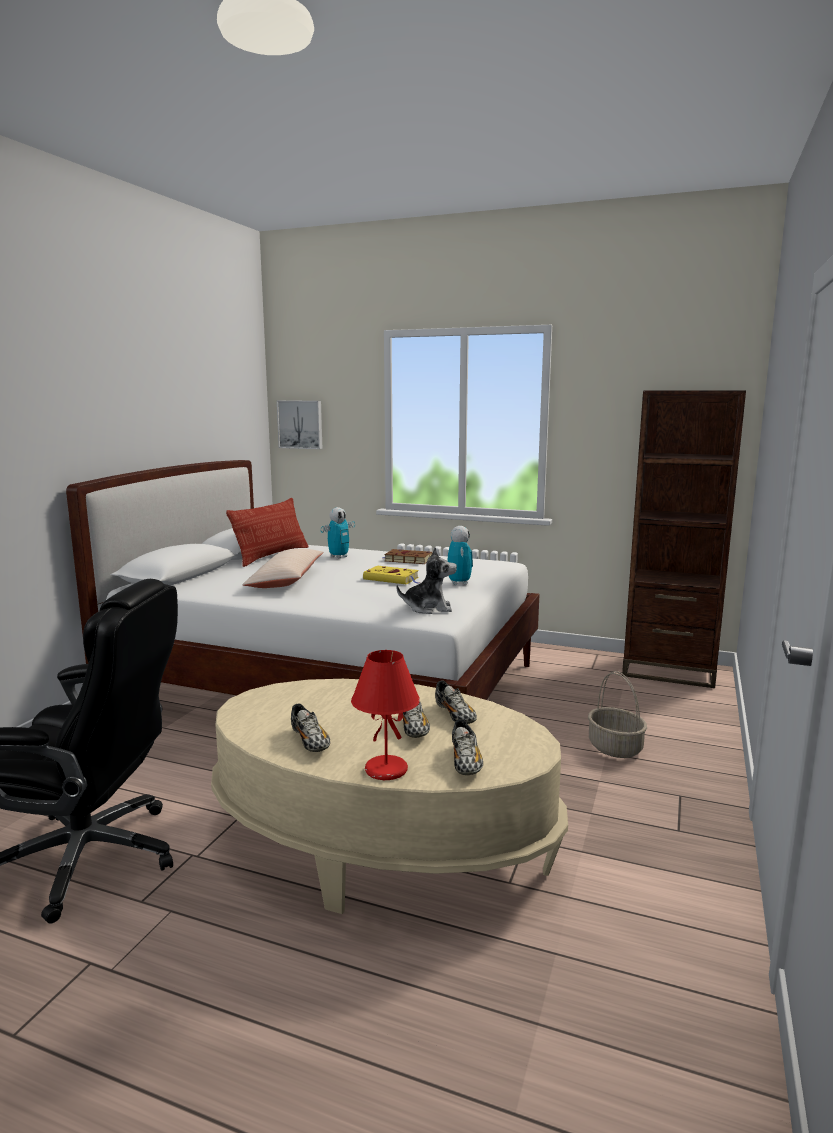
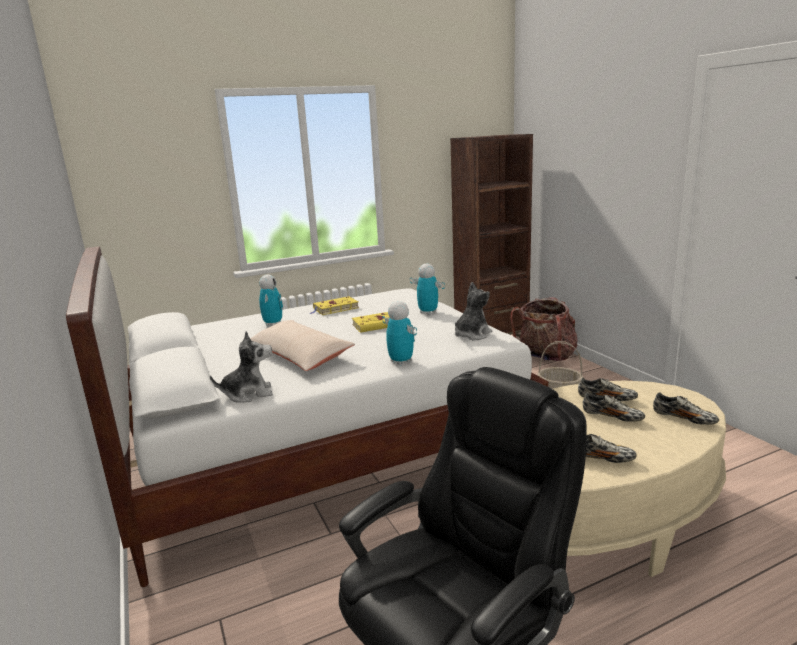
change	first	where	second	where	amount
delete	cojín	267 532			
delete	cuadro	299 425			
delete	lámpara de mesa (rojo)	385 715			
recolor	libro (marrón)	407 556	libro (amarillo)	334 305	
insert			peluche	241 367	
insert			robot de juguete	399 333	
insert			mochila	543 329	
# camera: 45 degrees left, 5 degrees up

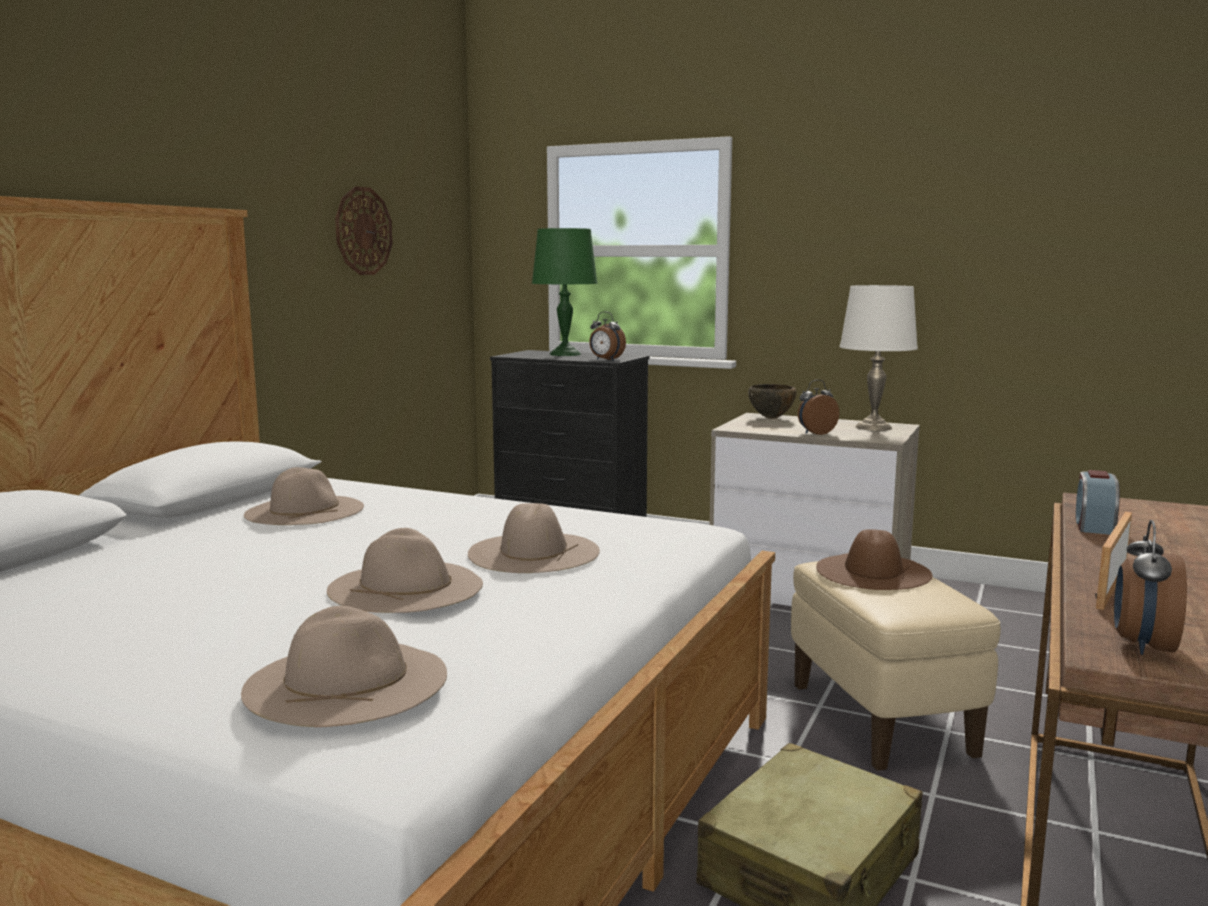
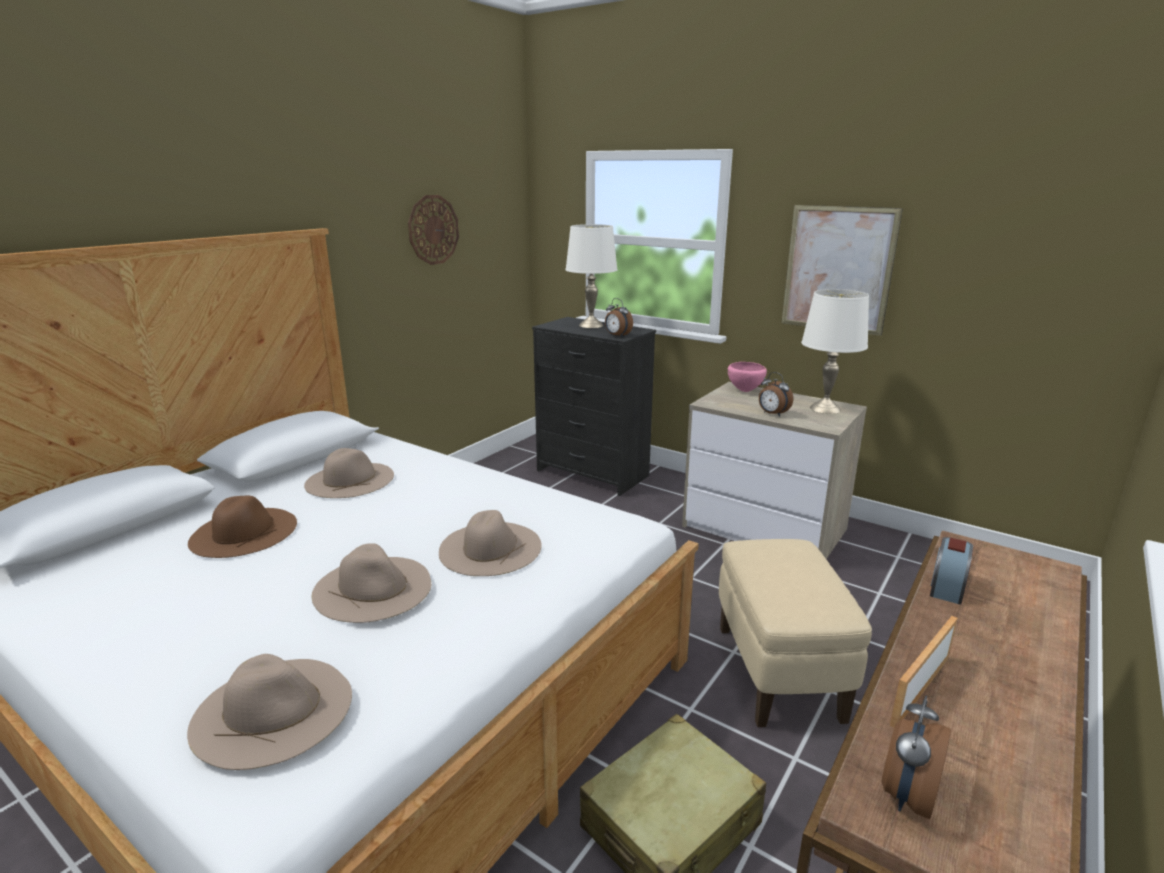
change	first	where	second	where	amount
recolor	lámpara de mesa (verde)	565 292	lámpara de mesa (blanco)	591 276	
recolor	cuenco (marrón)	772 401	cuenco (rosa)	747 377	
rotate	despertador	818 407		776 394	120 degrees counterclockwise
move	sombrero (marrón)	874 559		242 527	
insert			cuadro	842 270	
# camera: 10 degrees right, 10 degrees up

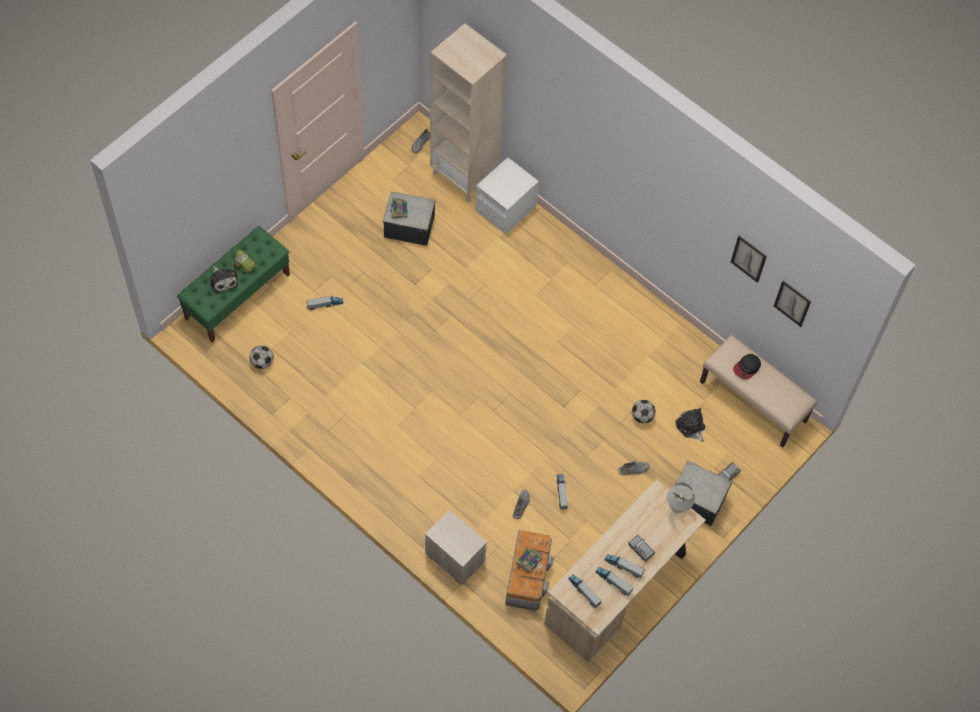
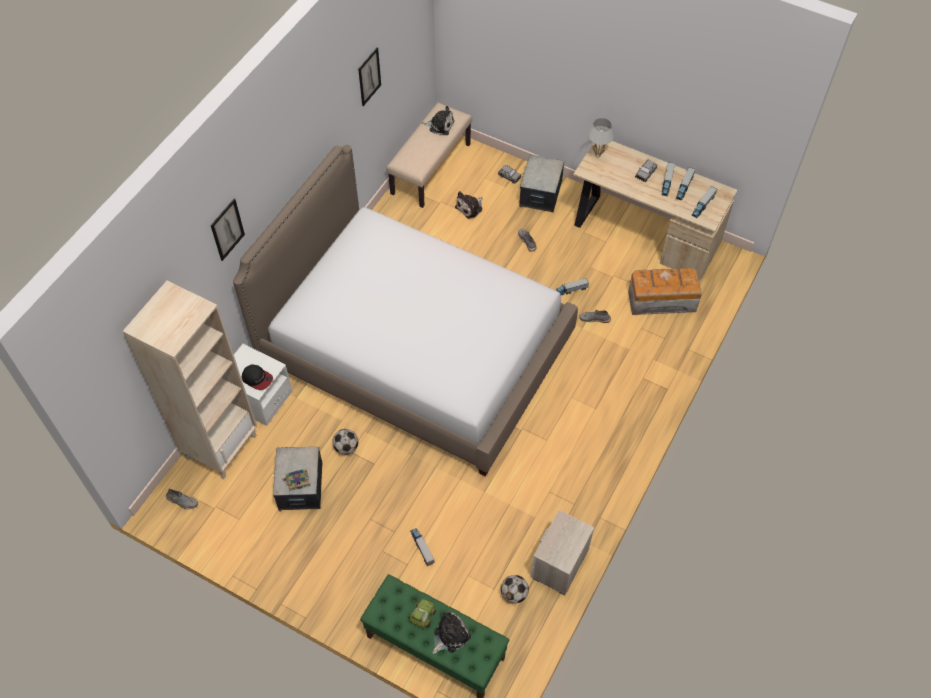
change	first	where	second	where	amount
move	mesita de noche	456 547		562 552	
delete	libro	529 561			
move	balón de fútbol	644 411		345 442	
move	gorra	747 367		257 377	
move	cuadro	792 304		228 230	
insert			cama	405 310	
insert			peluche	438 120	
# camera: 100 degrees left, 5 degrees down

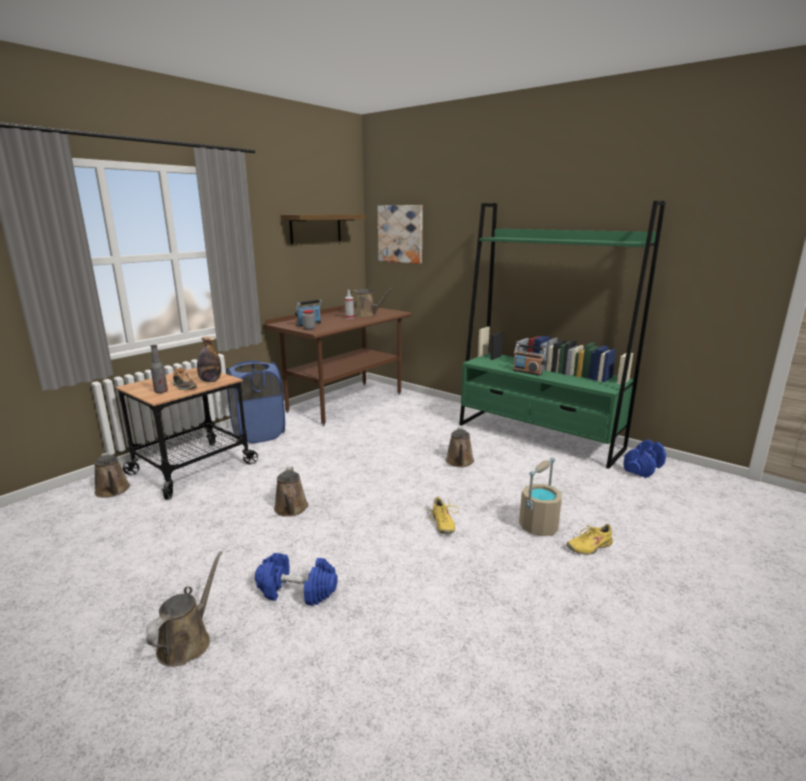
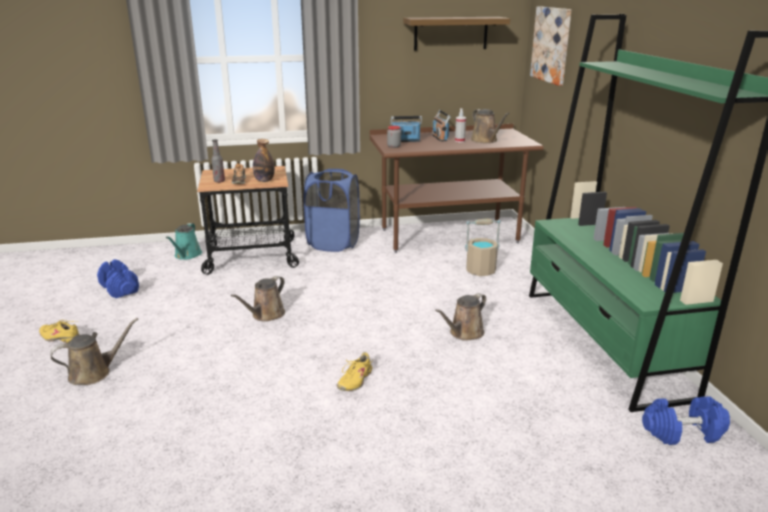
change	first	where	second	where	amount
recolor	regadera (marrón)	112 475	regadera (turquesa)	184 241	
move	mancuerna (azul)	296 579		118 278	
move	radio	530 360		441 125	
move	cubo (beis)	540 496		483 247	
move	zapato (amarillo)	591 539		59 331	
# camera: 40 degrees right, 5 degrees up

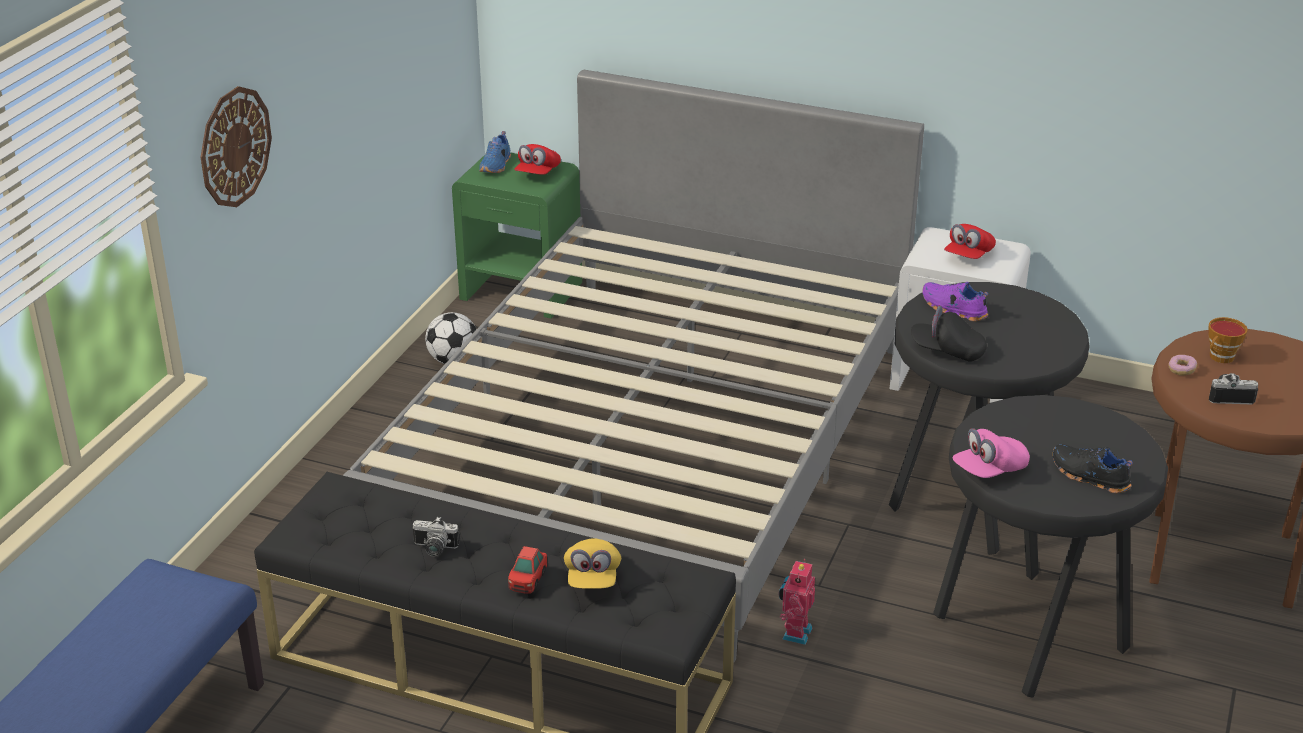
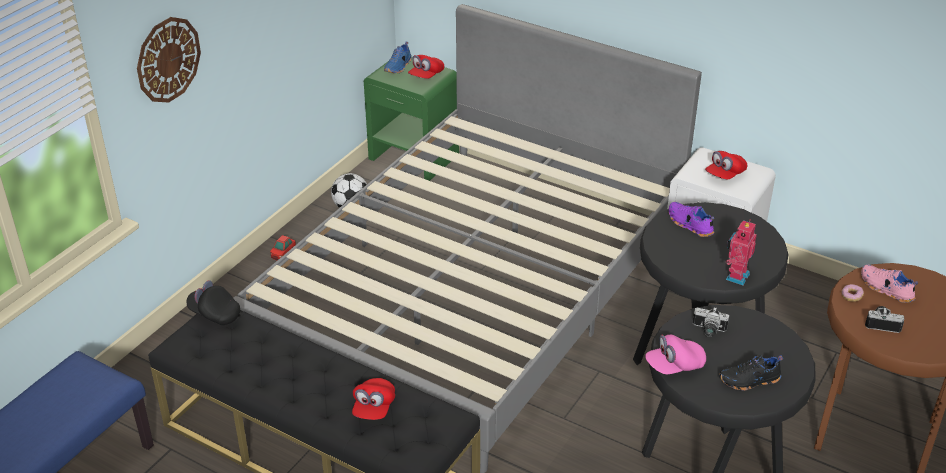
change	first	where	second	where	amount
move	cámara	436 537		711 322	
move	coche de juguete	527 570		283 247	
recolor	gorra (amarillo)	592 563	gorra (rojo)	373 399	
move	robot de juguete	797 602		741 252	
move	gorra (negro)	949 333		213 302	
rotate	zapato (negro)	1093 468		751 373	60 degrees counterclockwise
replace	taza	1228 340	zapato (rosa)	889 284	
# camera: 10 degrees right, 5 degrees up

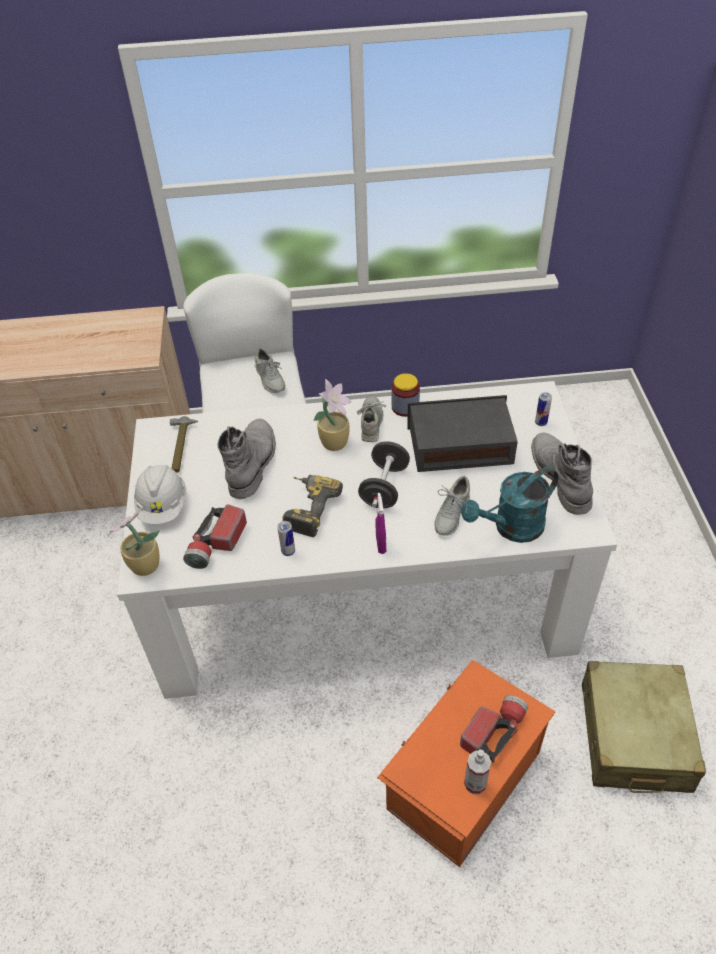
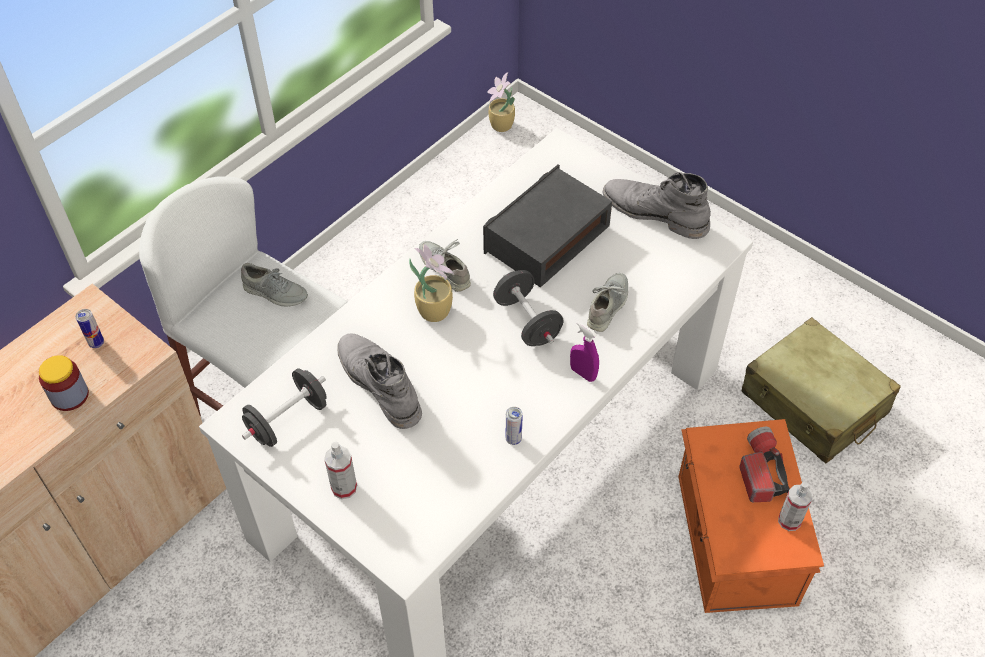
change	first	where	second	where	amount
move	planta en maceta	133 541		501 102	
replace	casco (blanco)	160 494	pulverizador	340 470	
replace	martillo	184 444	mancuerna (negro)	284 407	
delete	linterna	215 537			
delete	taladro	313 506			
move	tarro	406 395		64 383	
rotate	zapato (gris)	452 506		607 302	135 degrees counterclockwise
delete	regadera (turquesa)	509 505			
move	lata	543 409		90 328	
# camera: 45 degrees left, 5 degrees up

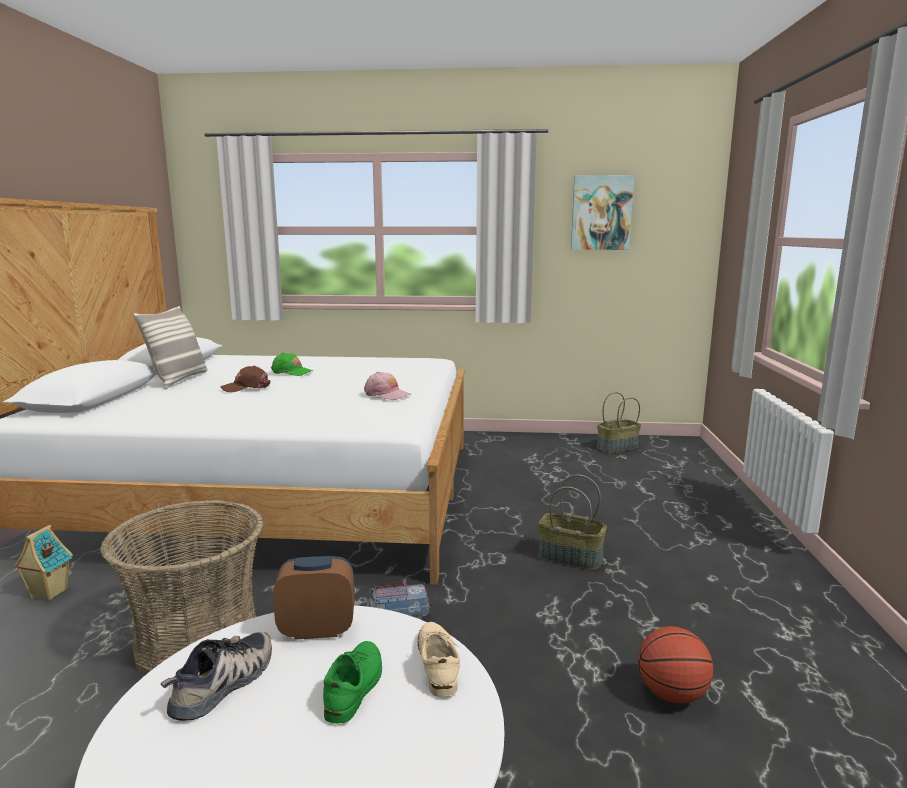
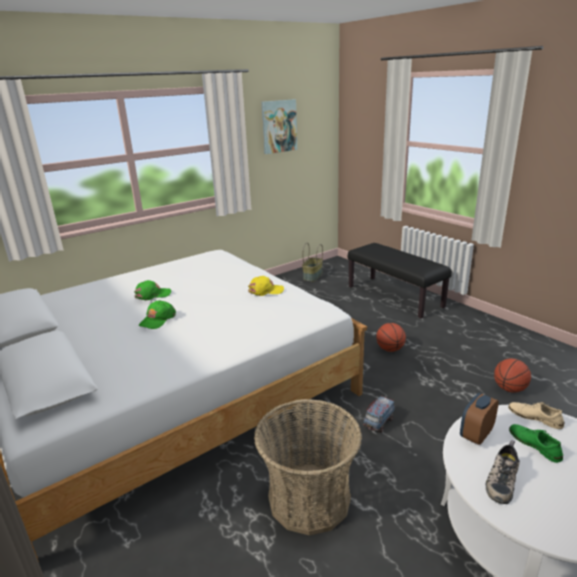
change	first	where	second	where	amount
delete	casita	43 563			
delete	cojín	170 347			
rotate	zapato	216 676		503 472	135 degrees counterclockwise
recolor	gorra (marrón)	246 379	gorra (verde)	157 314	
recolor	gorra (rosa)	387 386	gorra (amarillo)	266 286	
replace	cesta	572 522	balón de baloncesto	391 337	
insert			banco (negro)	400 281	
# camera: 40 degrees left, 10 degrees up

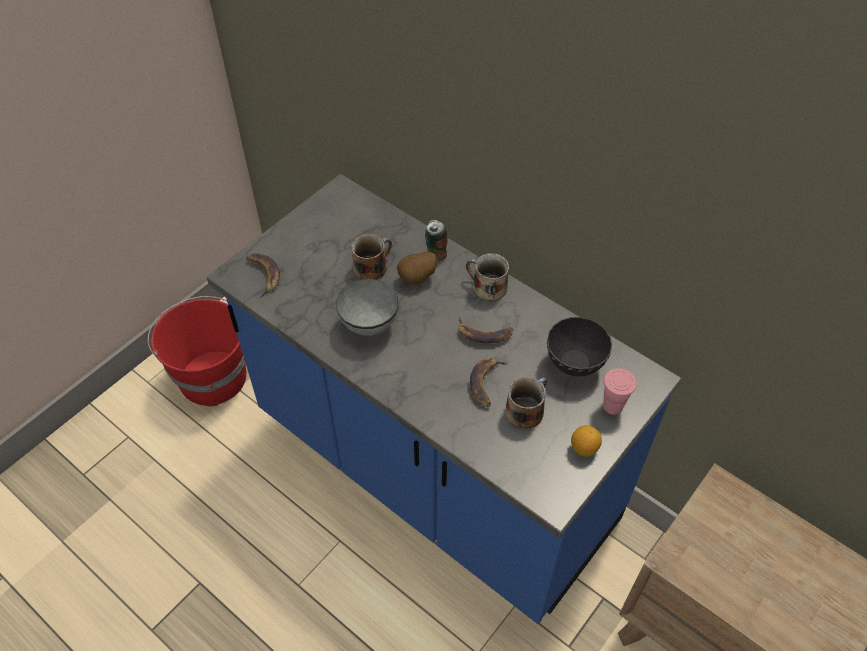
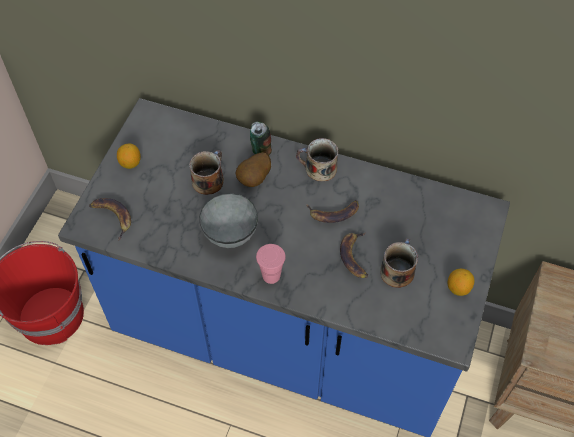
change	first	where	second	where	amount
delete	cuenco (negro)	579 347			
move	taza (rosa)	620 391		271 264	
insert			limón	129 156	
# camera: 20 degrees left, 5 degrees up

